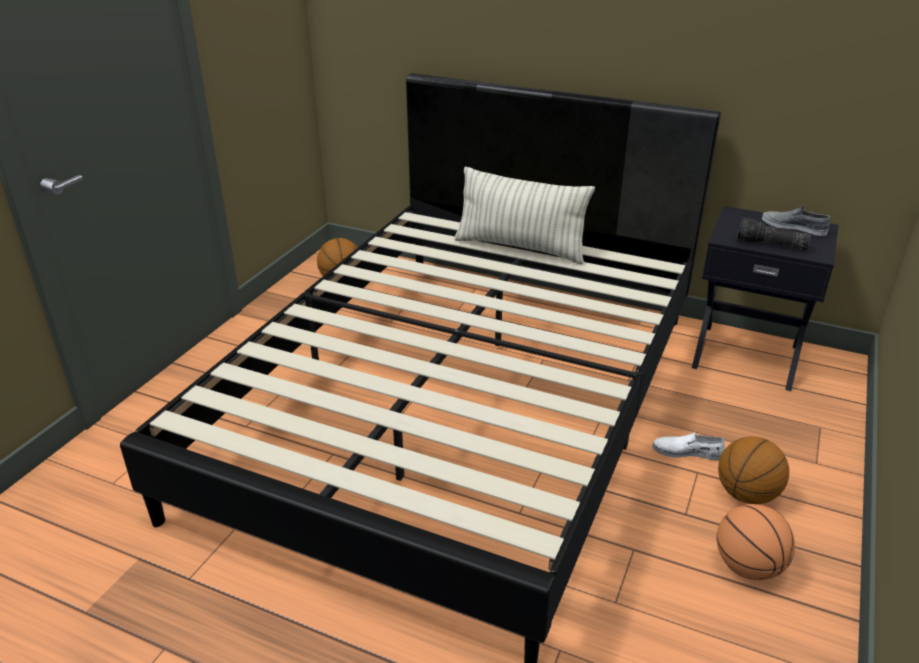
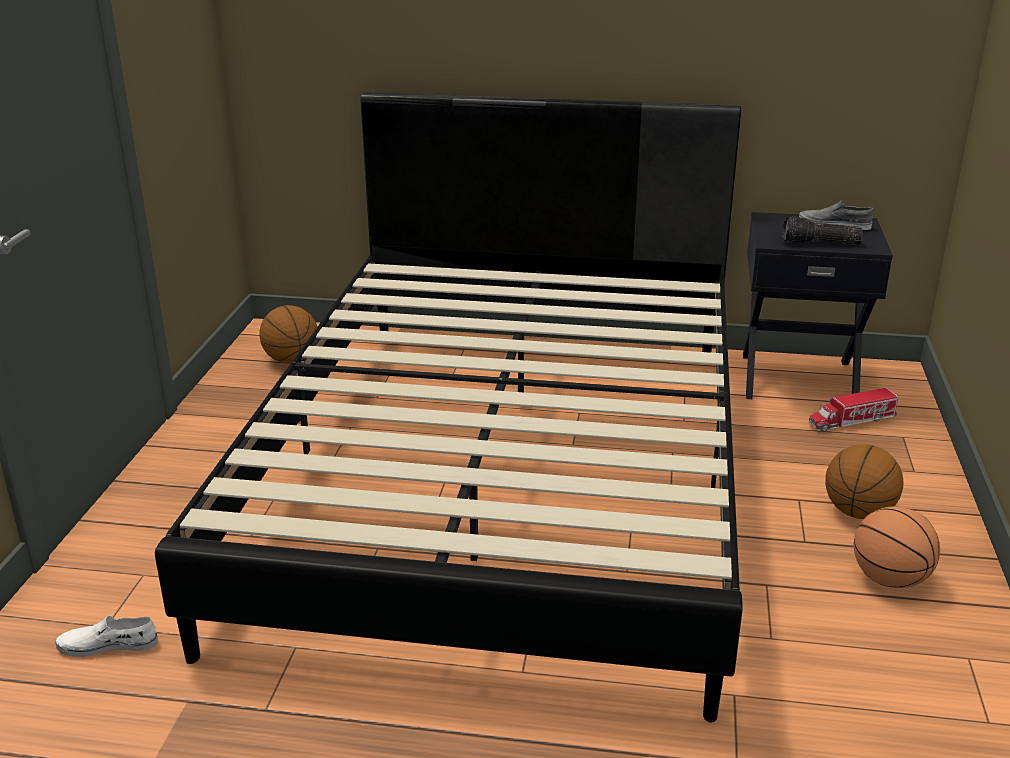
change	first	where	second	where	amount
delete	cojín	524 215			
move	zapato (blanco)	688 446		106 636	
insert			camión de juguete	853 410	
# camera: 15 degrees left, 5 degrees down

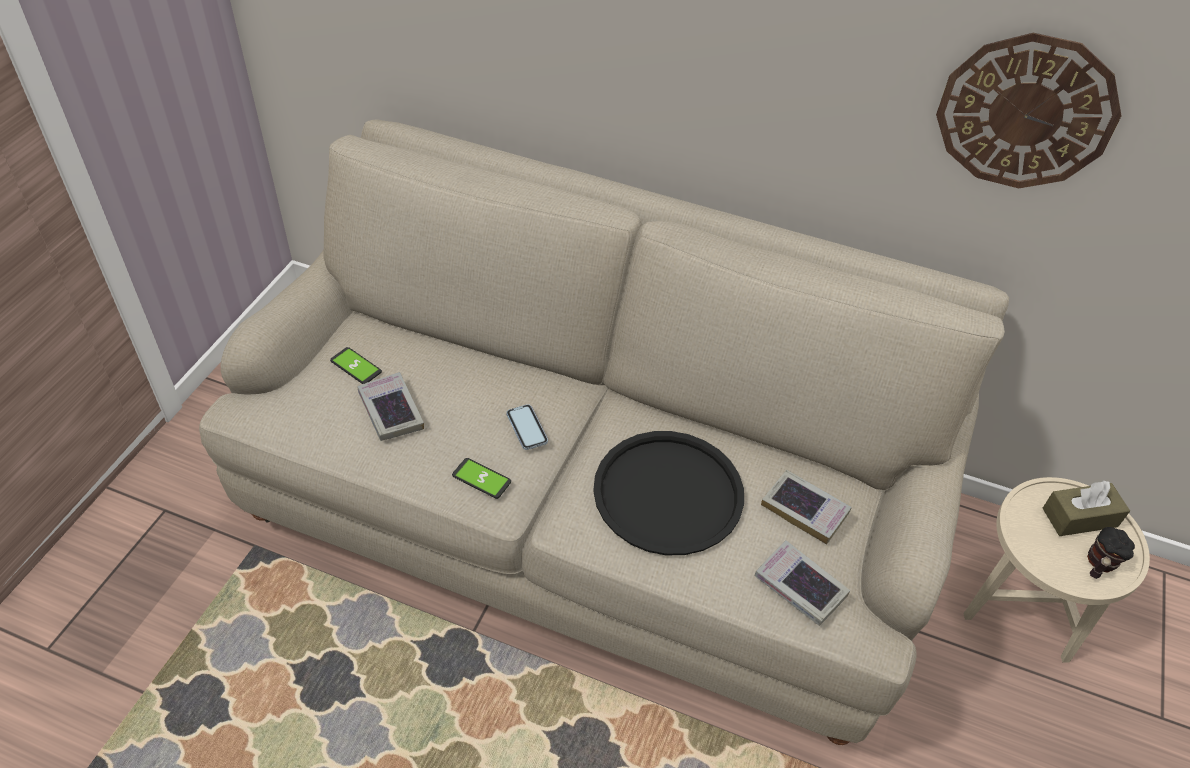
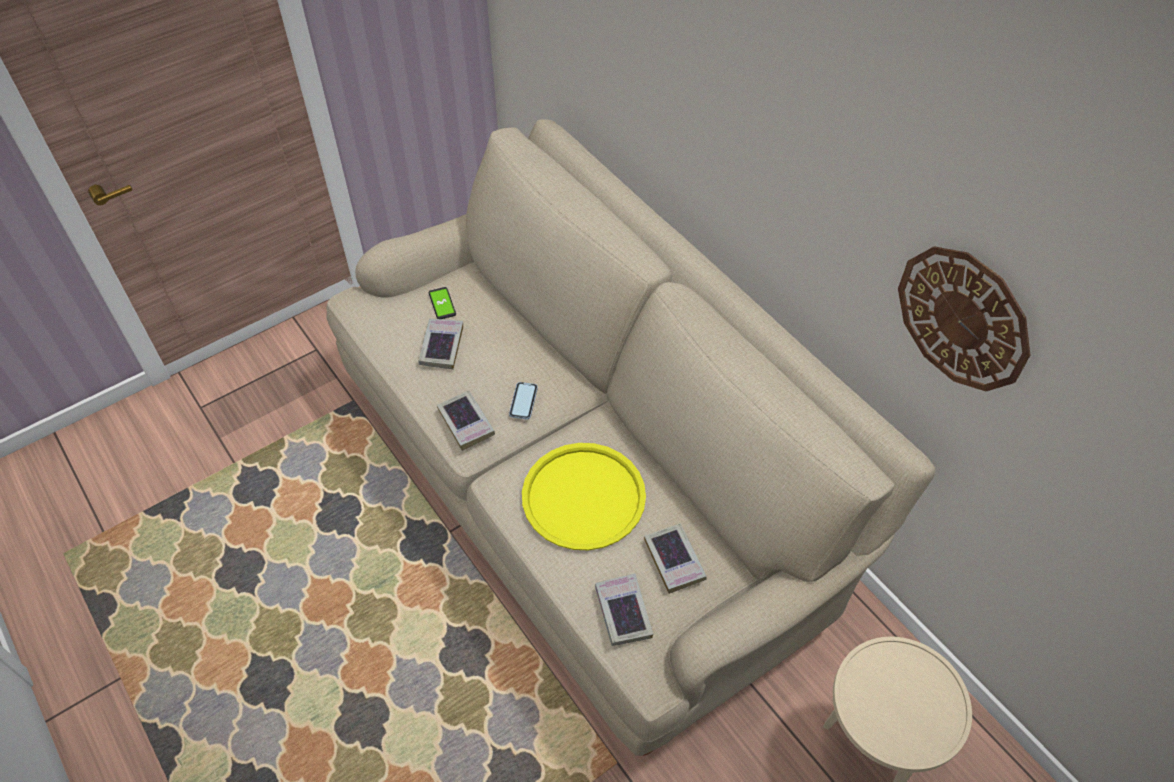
change	first	where	second	where	amount
replace	móvil	481 478	libro	466 421	
recolor	bandeja (negro)	668 493	bandeja (amarillo)	584 496	
delete	caja de pañuelos (marrón)	1086 508			
delete	taza grande	1111 553			
# camera: 35 degrees right, 5 degrees up

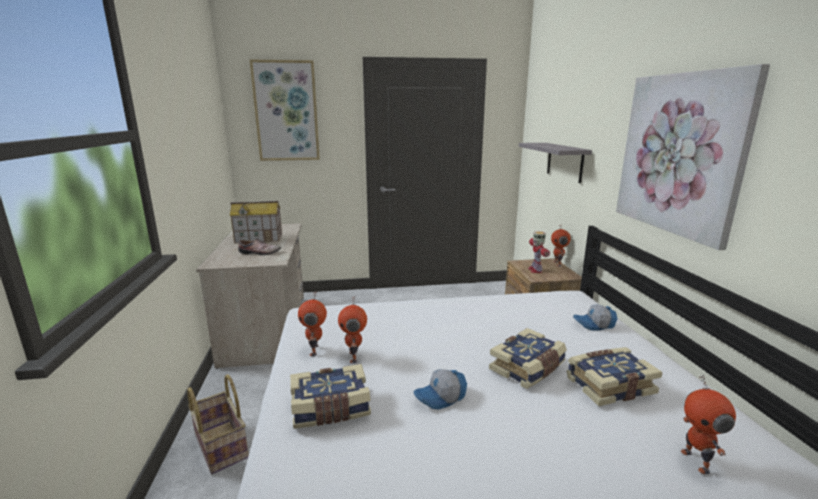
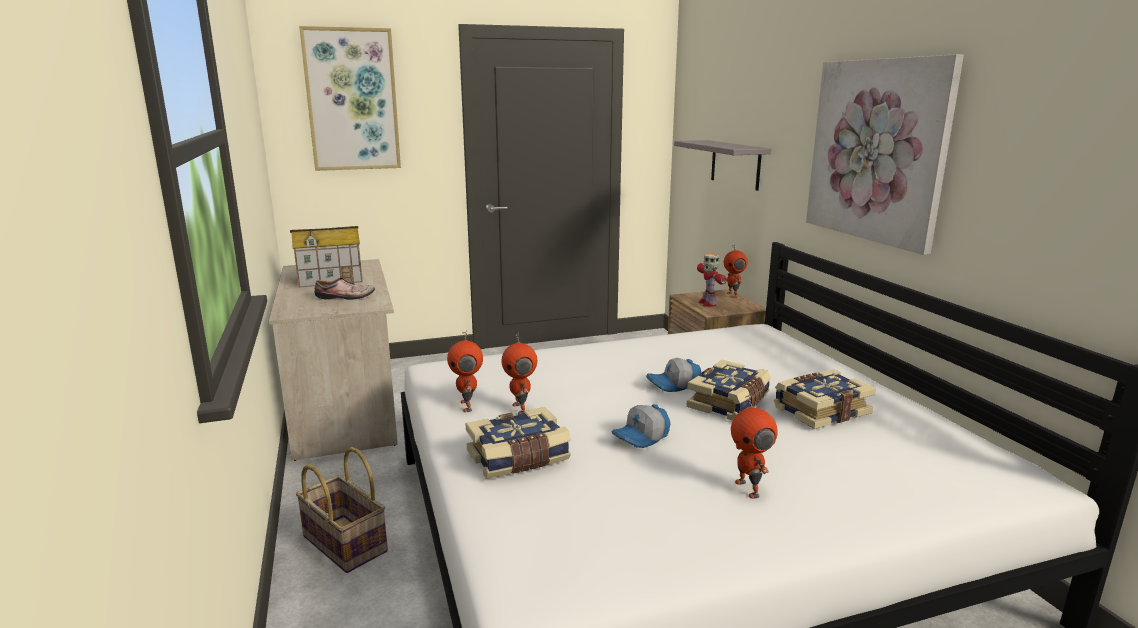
change	first	where	second	where	amount
move	gorra	595 317		674 375	
move	robot de juguete	708 424		754 446	
# camera: 10 degrees left, 0 degrees up

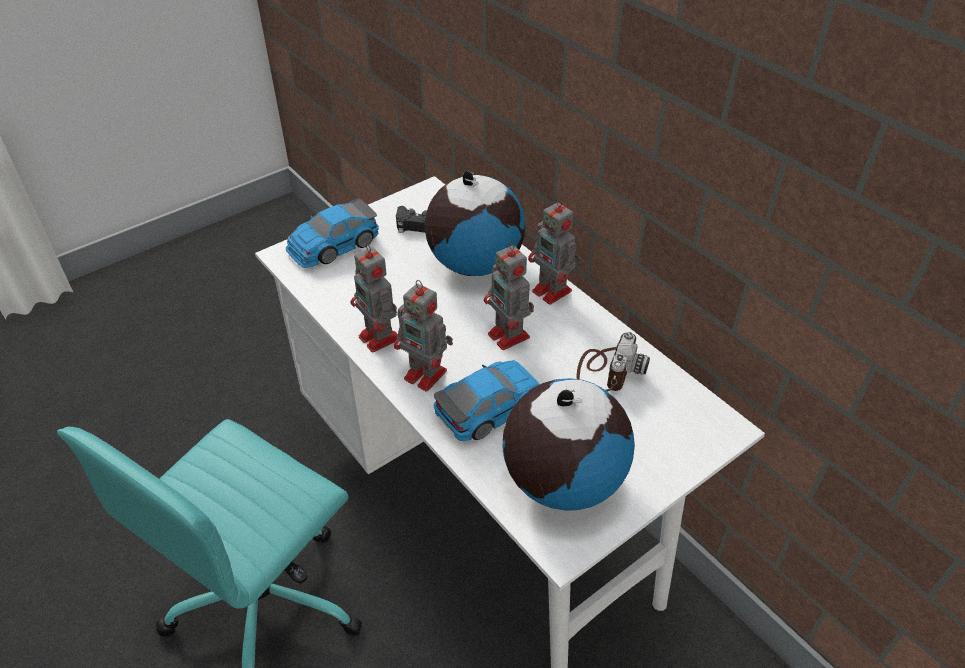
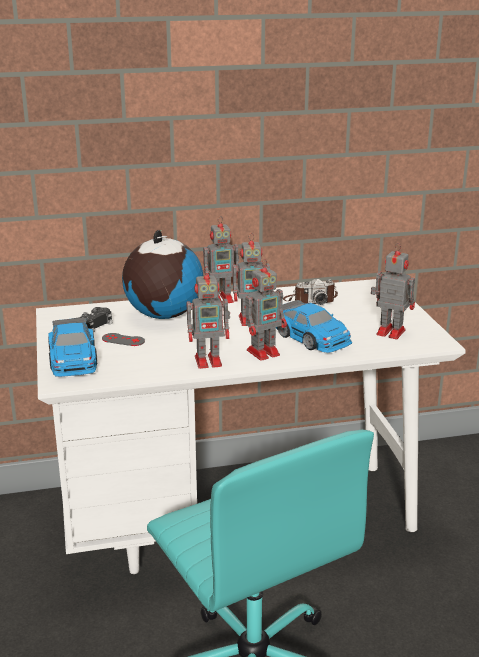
change	first	where	second	where	amount
rotate	coche de juguete	487 400		314 326	150 degrees clockwise
replace	globo terráqueo	569 444	robot de juguete	393 291	
rotate	cámara	613 362		310 292	120 degrees clockwise
insert			mando de consola (gris)	123 339	
# camera: 65 degrees left, 20 degrees down

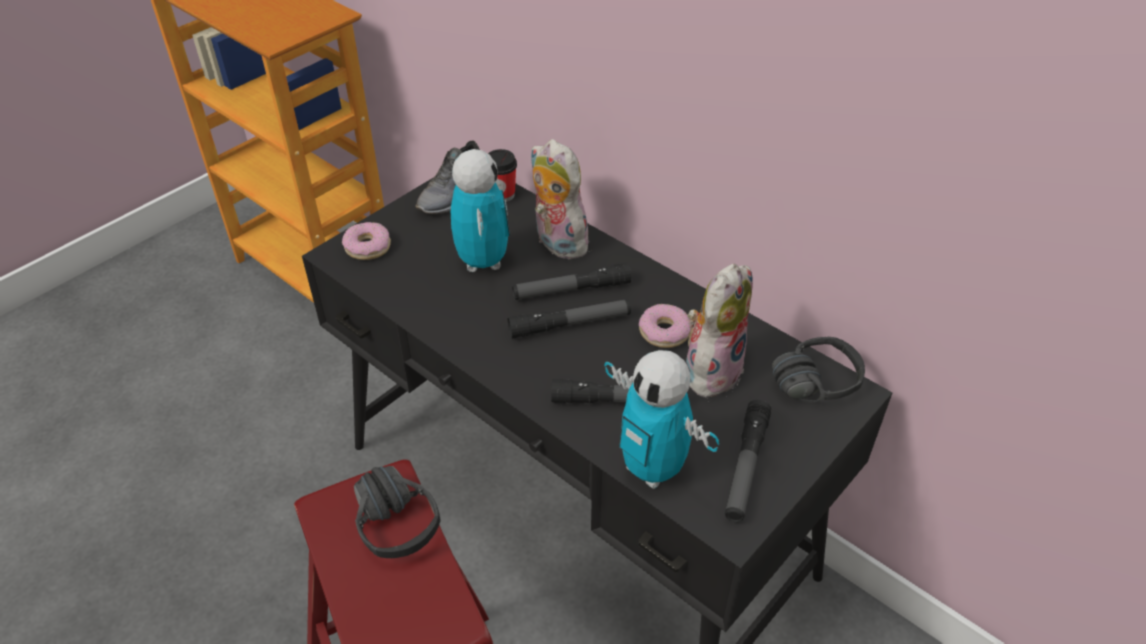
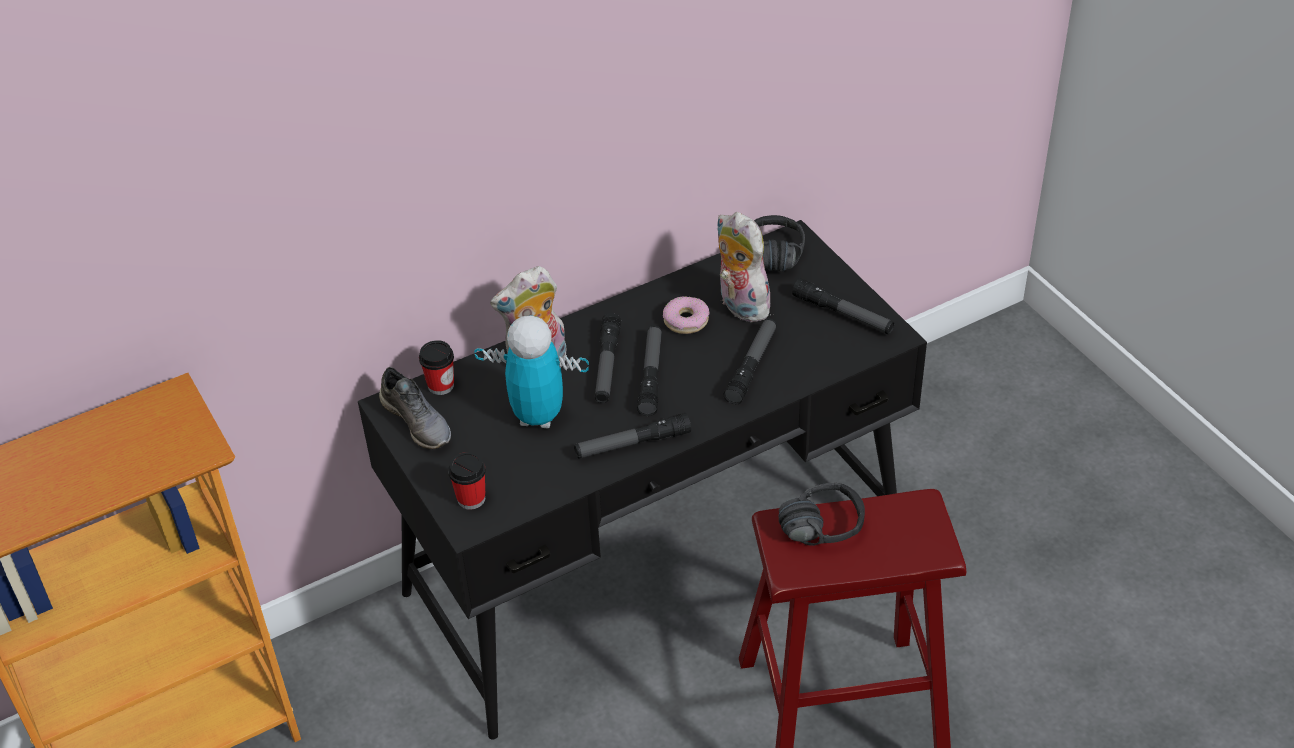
change	first	where	second	where	amount
replace	rosquilla	366 241	taza	467 481	
delete	robot de juguete	662 419			
insert			linterna	632 435	
# camera: 70 degrees left, 0 degrees up

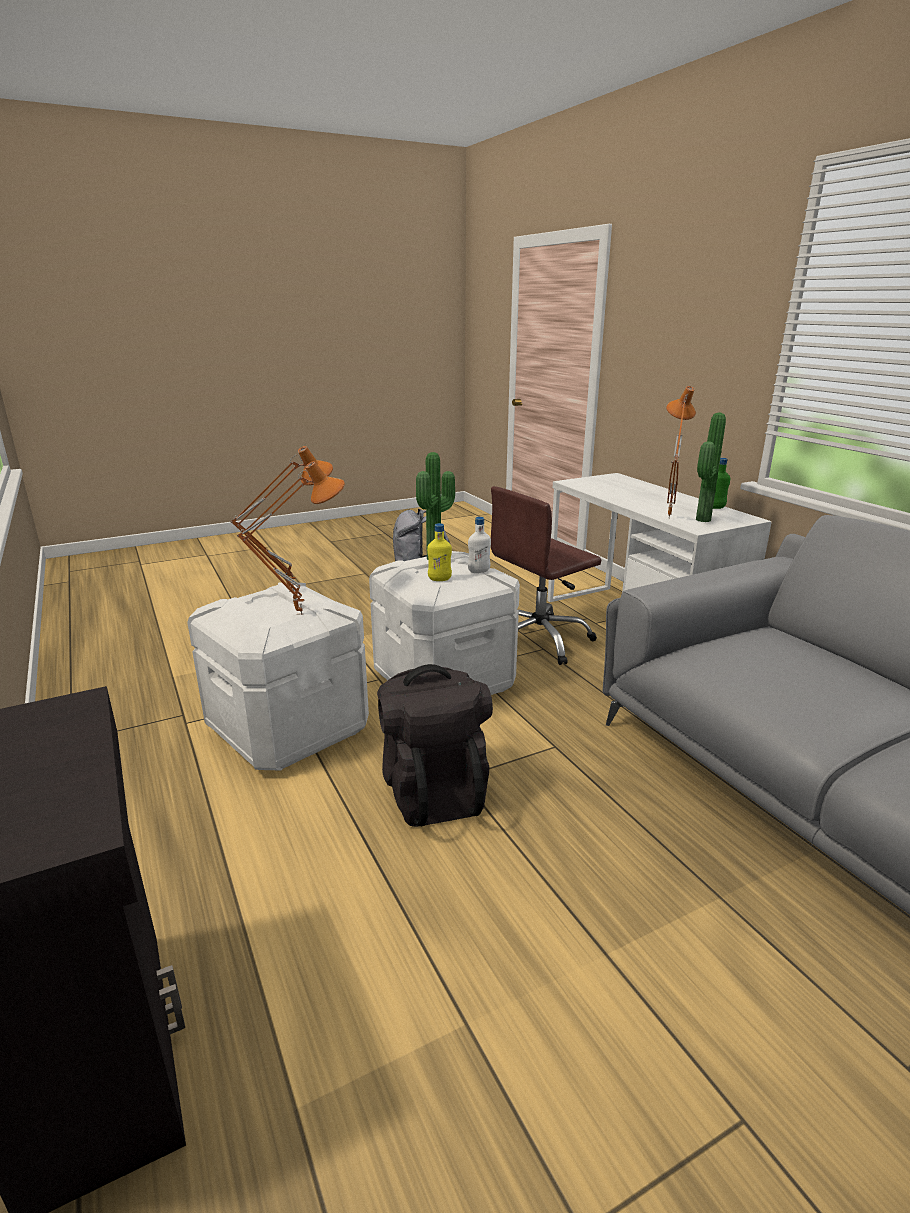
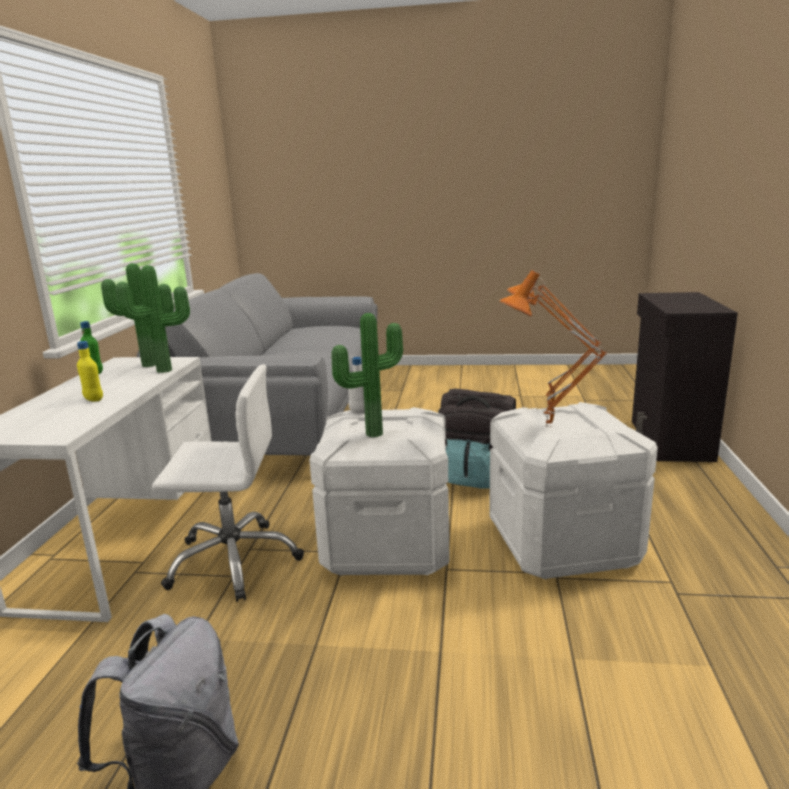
change	first	where	second	where	amount
move	botella (amarillo)	439 552		90 371	
recolor	silla de oficina (marrón)	546 575	silla de oficina (blanco)	228 483	
replace	lámpara de mesa (naranja)	681 452	planta en maceta	152 319	
# camera: 145 degrees left, 5 degrees down

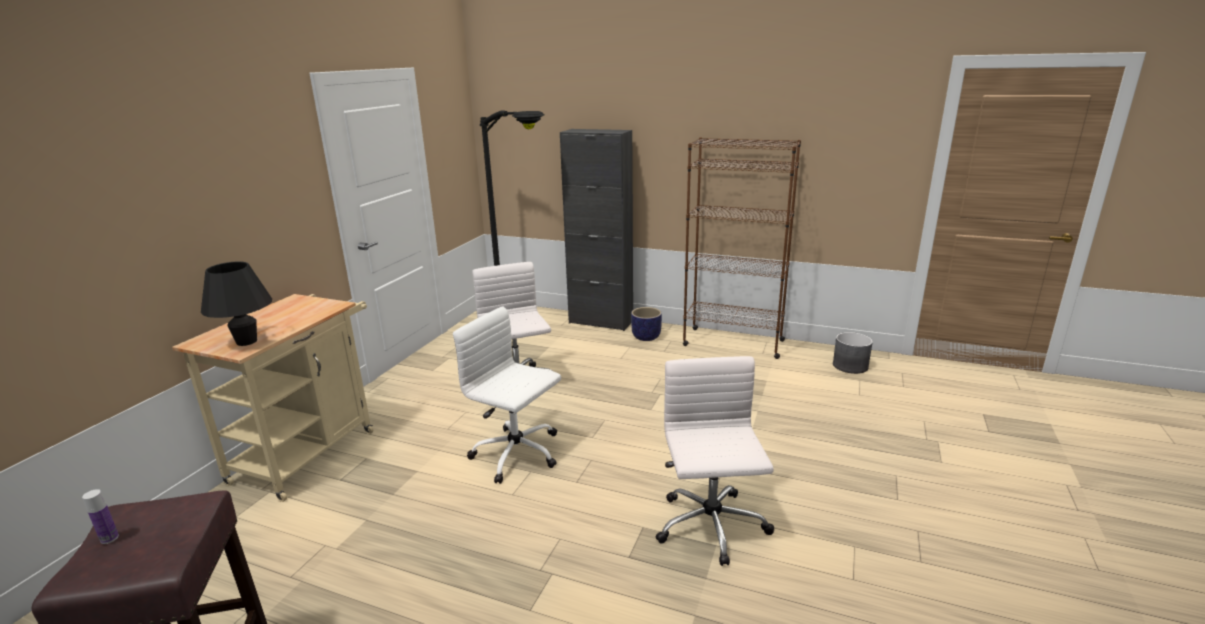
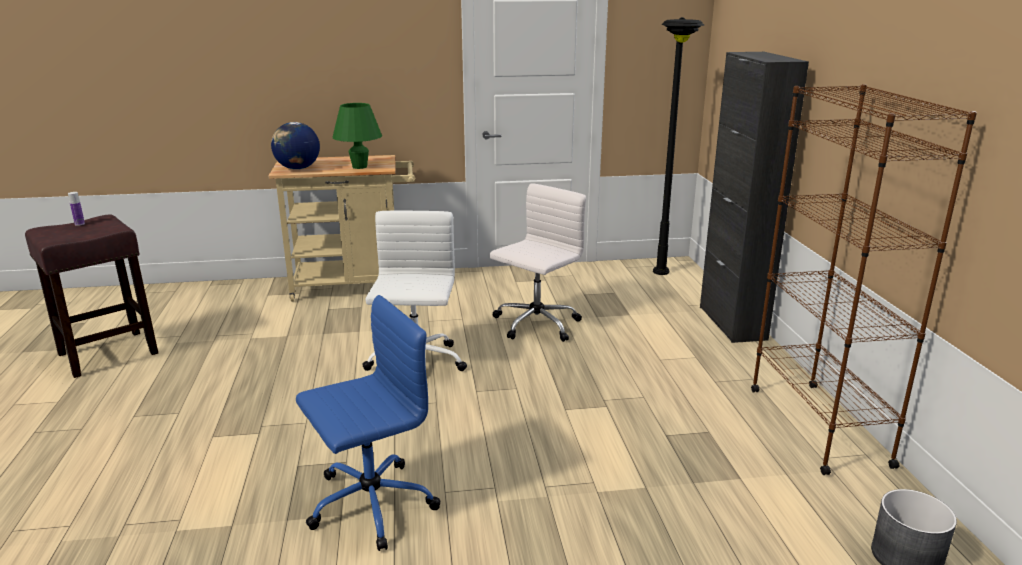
change	first	where	second	where	amount
replace	lámpara de mesa (negro)	236 303	globo terráqueo	295 146	
delete	maceta	646 324			
recolor	silla de oficina (blanco)	714 461	silla de oficina (azul)	368 423	
insert			lámpara de mesa (verde)	357 136	
# camera: 60 degrees right, 0 degrees up

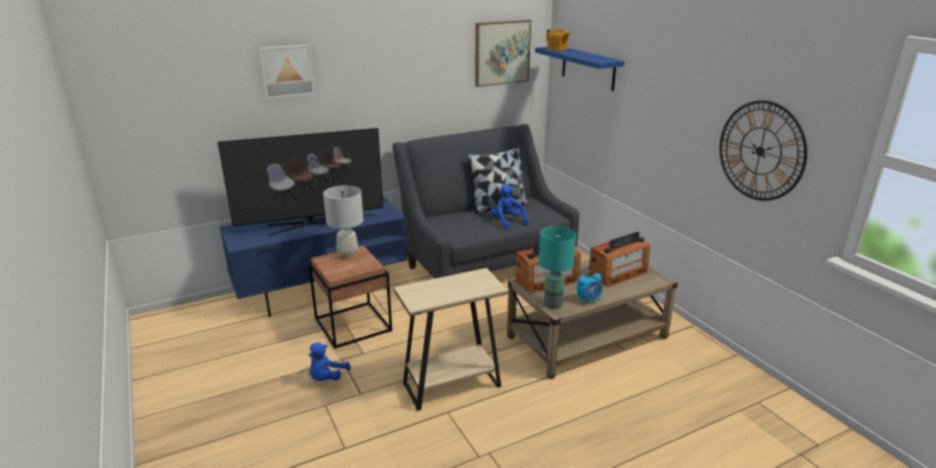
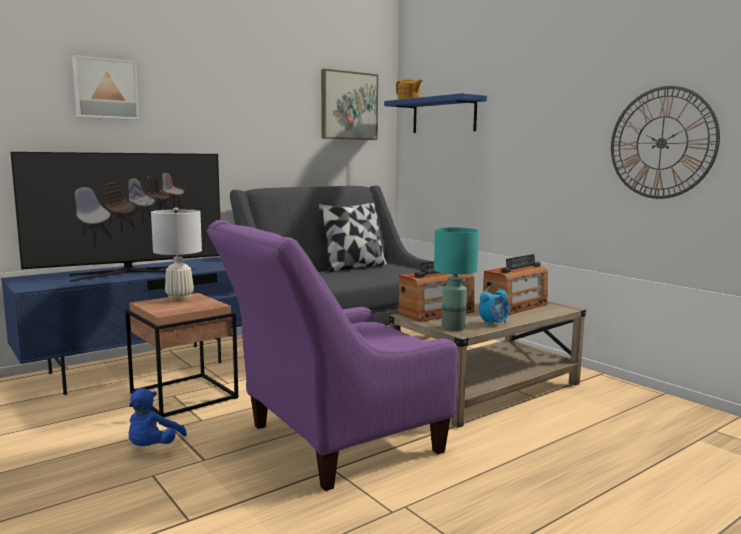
change	first	where	second	where	amount
replace	mesa auxiliar (beis)	450 339	sillón (morado)	332 355	
delete	peluche (azul)	509 206			
# camera: 10 degrees left, 15 degrees down

